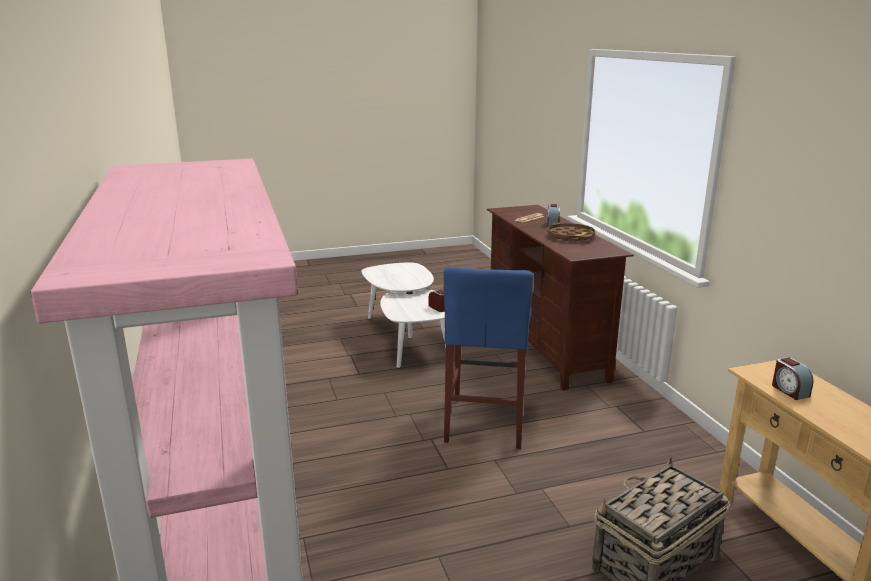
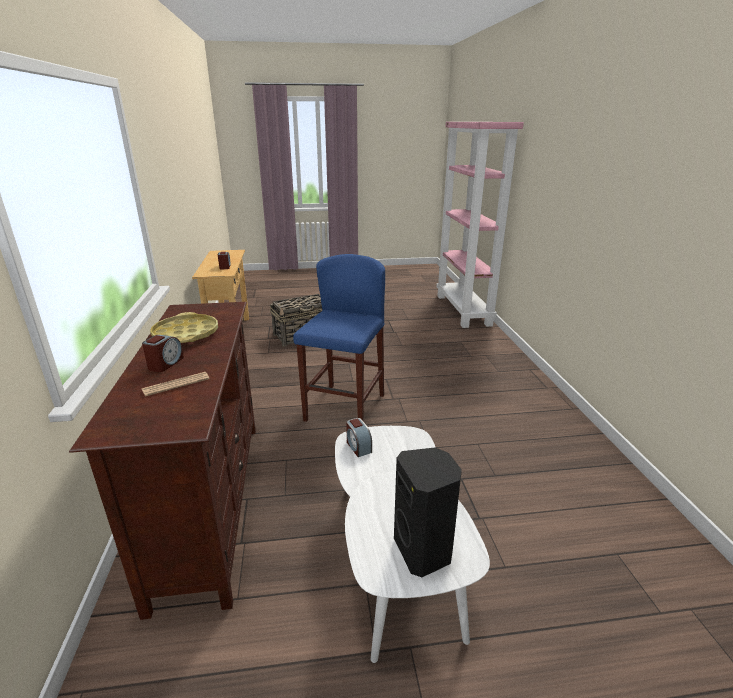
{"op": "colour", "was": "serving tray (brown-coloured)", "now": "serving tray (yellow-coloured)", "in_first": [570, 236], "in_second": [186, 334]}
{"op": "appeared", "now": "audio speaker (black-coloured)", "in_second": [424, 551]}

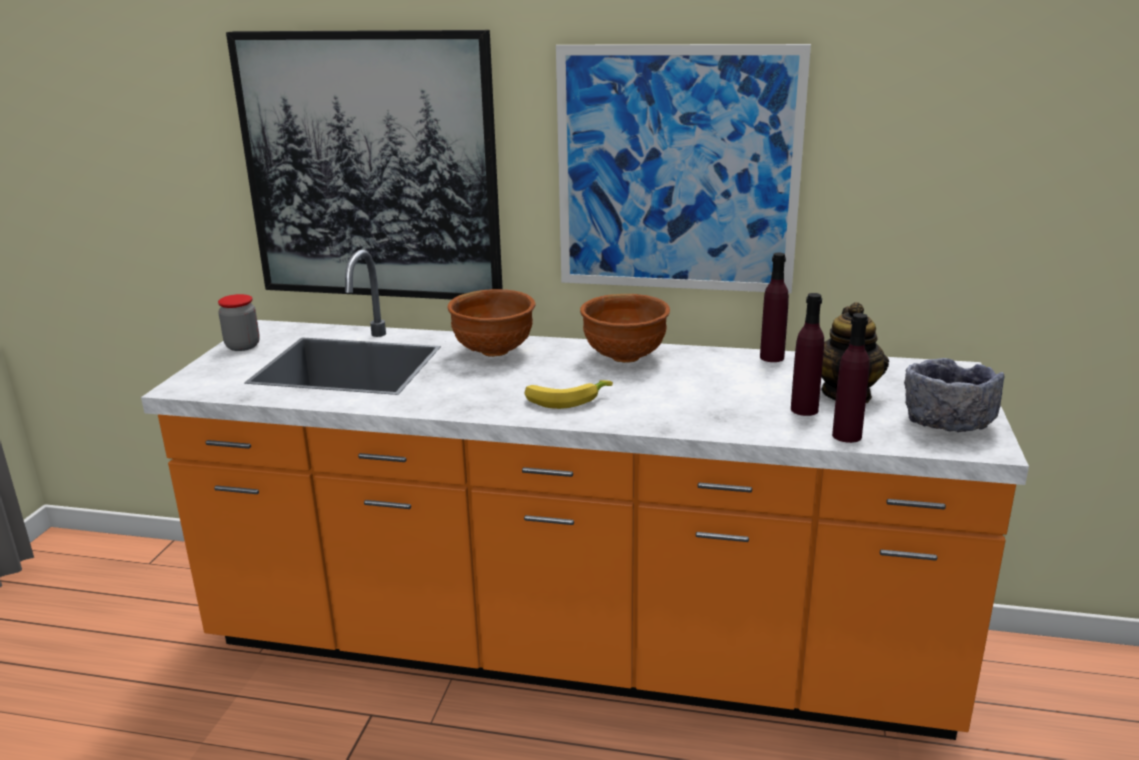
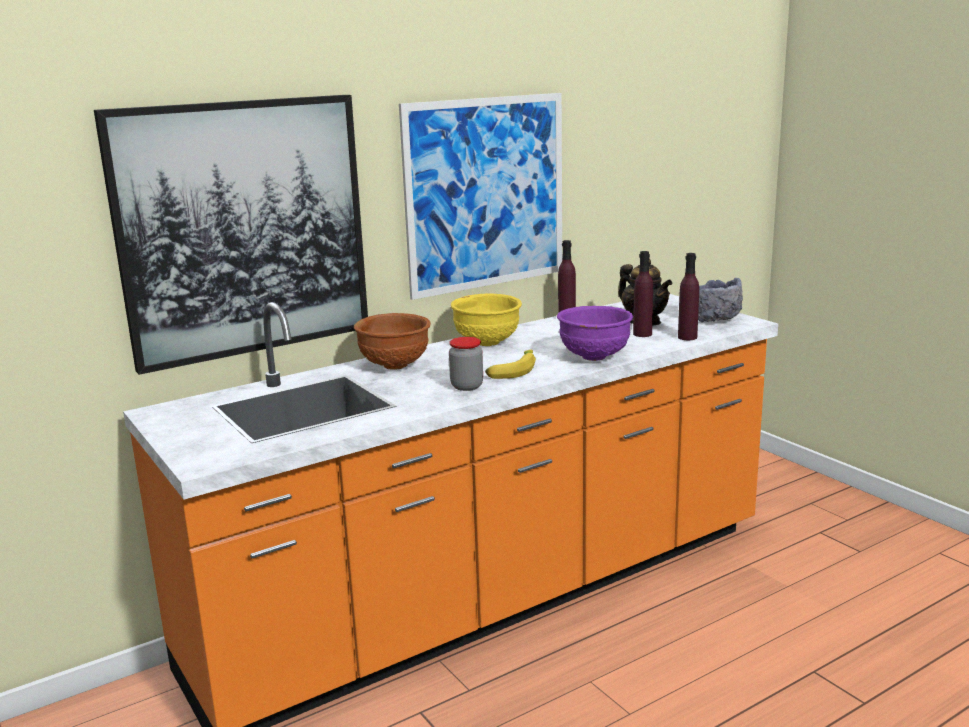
{"op": "relocated", "was": "jar", "in_first": [243, 346], "in_second": [466, 386]}
{"op": "colour", "was": "deep dish (brown-coloured)", "now": "deep dish (yellow-coloured)", "in_first": [624, 357], "in_second": [487, 343]}
{"op": "appeared", "now": "deep dish (purple-coloured)", "in_second": [595, 357]}

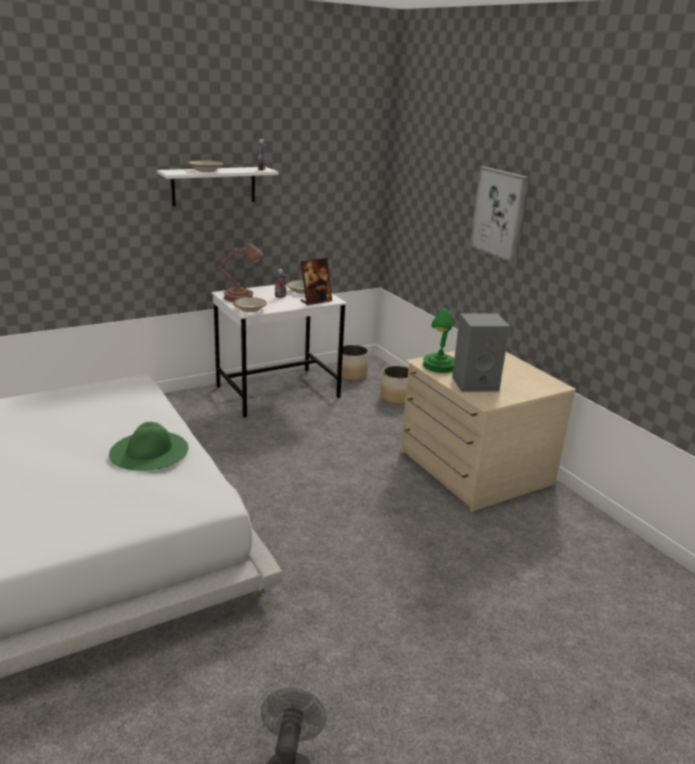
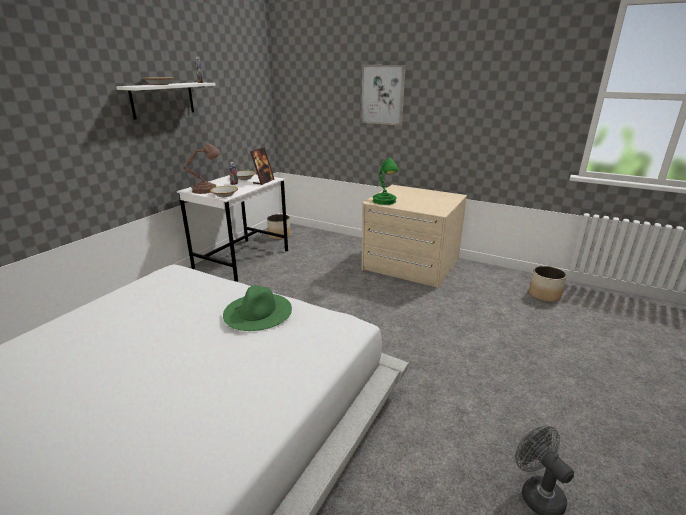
{"op": "relocated", "was": "planter", "in_first": [396, 397], "in_second": [544, 295]}
{"op": "missing", "was": "audio speaker (gray)", "in_first": [476, 383]}

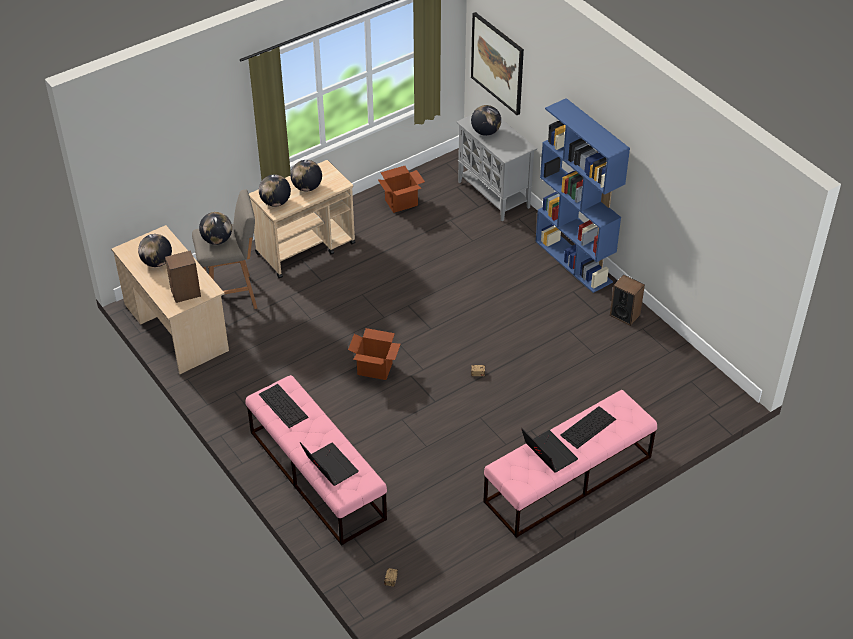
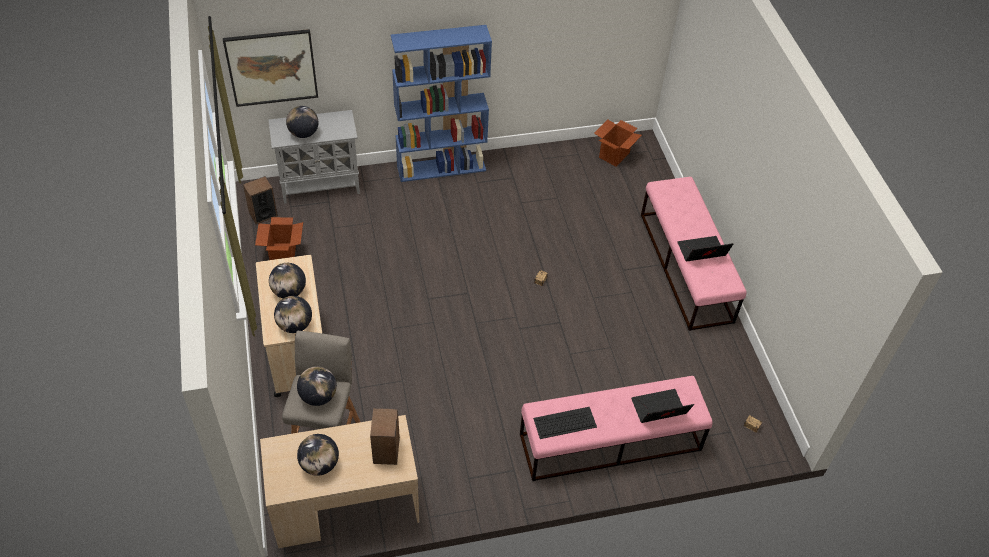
{"op": "relocated", "was": "carton", "in_first": [375, 369], "in_second": [614, 155]}
{"op": "missing", "was": "keyboard", "in_first": [588, 427]}
{"op": "relocated", "was": "audio speaker", "in_first": [625, 315], "in_second": [263, 214]}

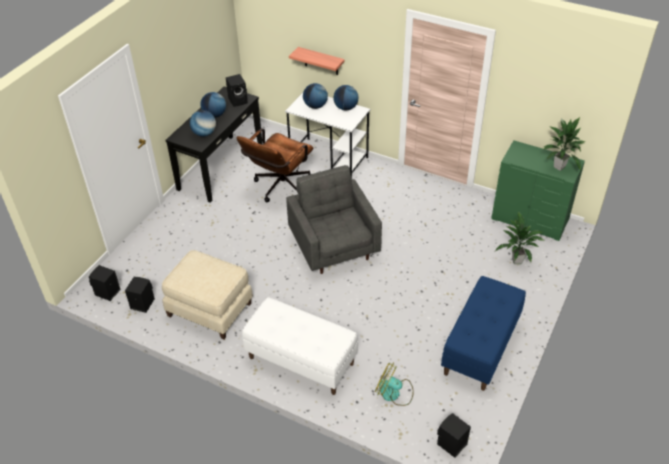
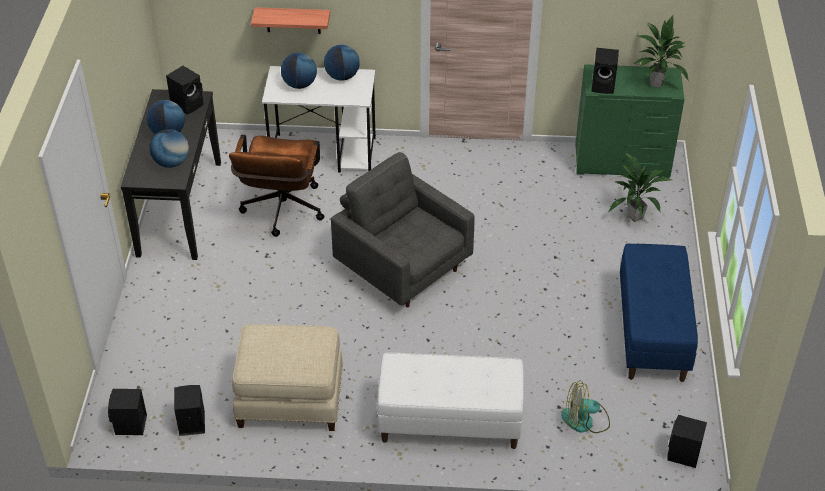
{"op": "appeared", "now": "audio speaker (black-coloured)", "in_second": [604, 85]}

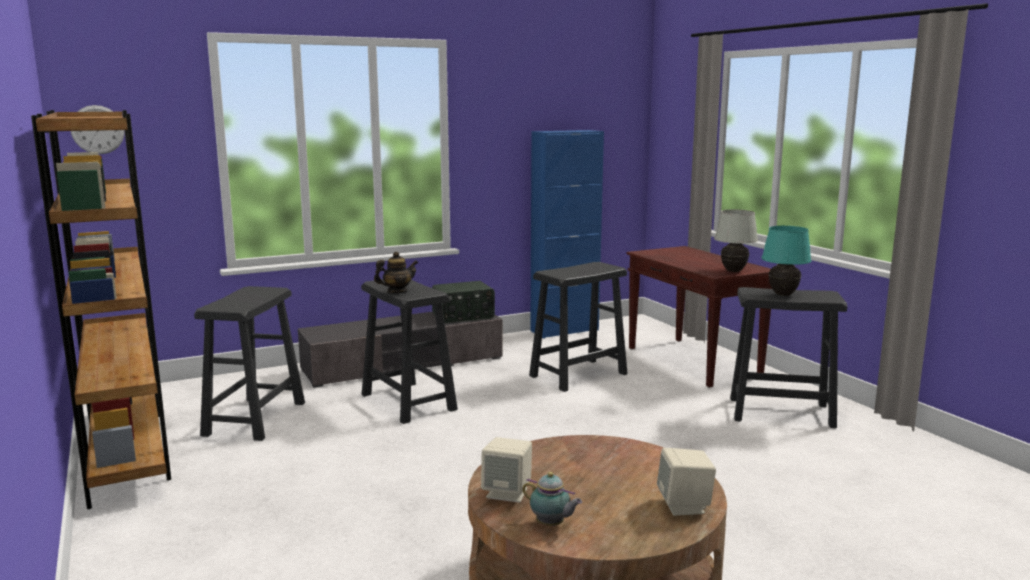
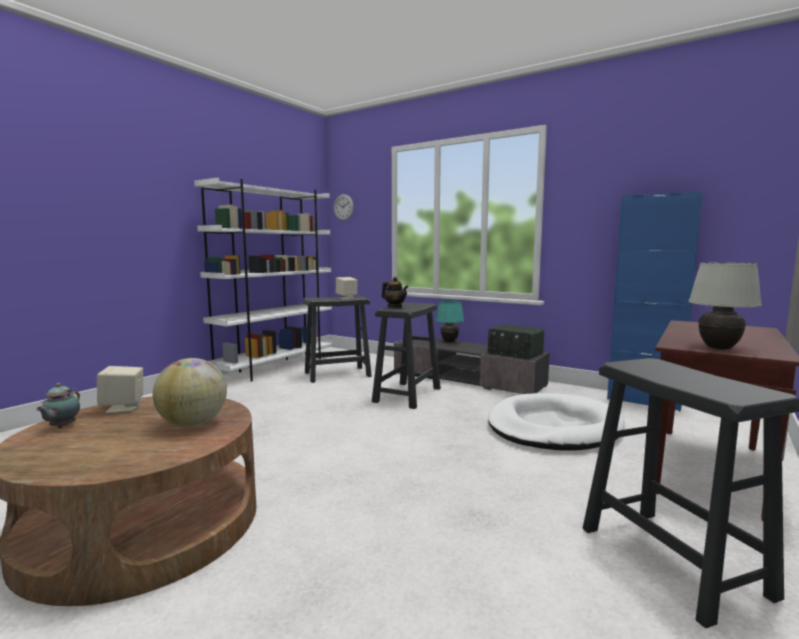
{"op": "colour", "was": "bookcase (brown-coloured)", "now": "bookcase (whitish)", "in_first": [127, 451], "in_second": [276, 367]}
{"op": "exchanged", "was": "stool seat (black-coloured)", "now": "dog cushion (whitish)", "in_first": [577, 375], "in_second": [553, 427]}
{"op": "relocated", "was": "audio speaker (sand-coloured)", "in_first": [684, 506], "in_second": [346, 298]}
{"op": "relocated", "was": "tabletop lamp (turquoise)", "in_first": [783, 294], "in_second": [449, 342]}
{"op": "appeared", "now": "desk globe", "in_second": [193, 424]}

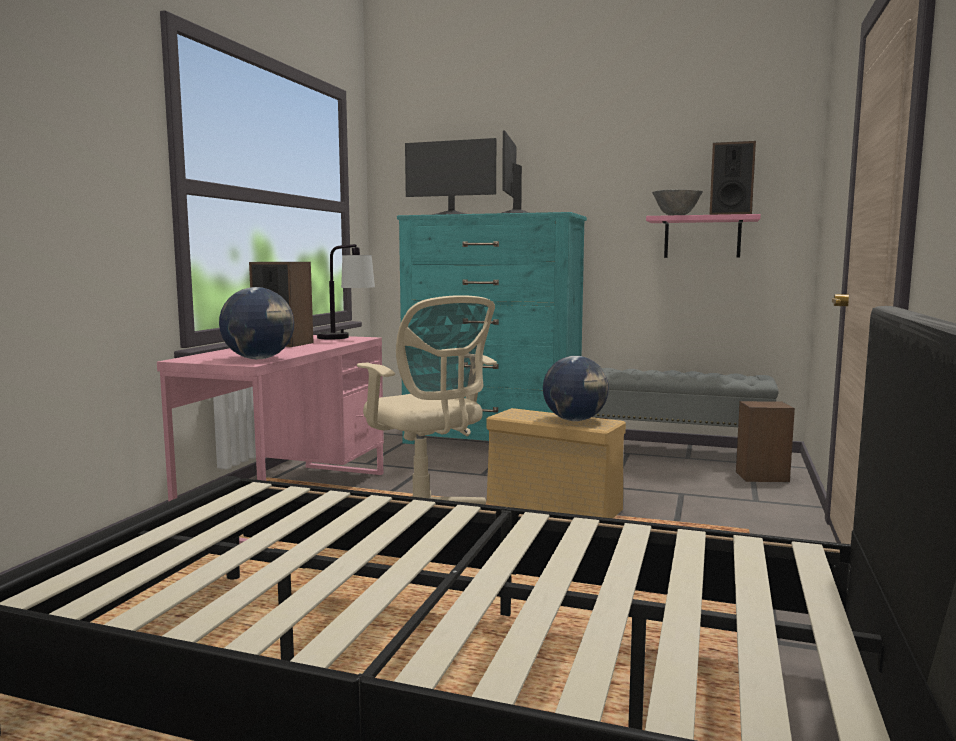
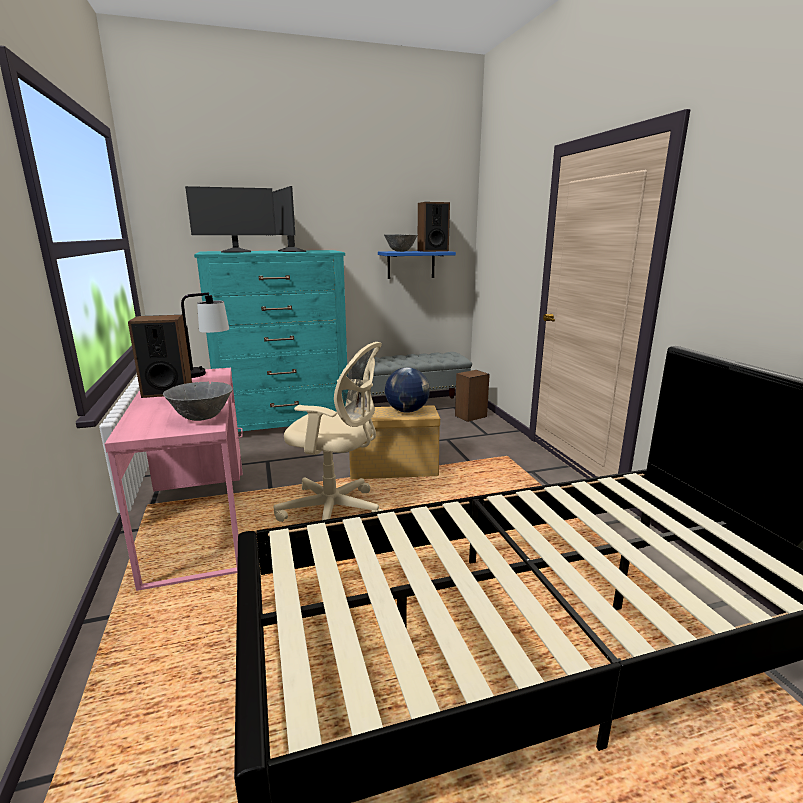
{"op": "exchanged", "was": "desk globe", "now": "deep dish (gray)", "in_first": [259, 359], "in_second": [201, 418]}
{"op": "colour", "was": "shelf (pink)", "now": "shelf (blue)", "in_first": [702, 237], "in_second": [411, 264]}

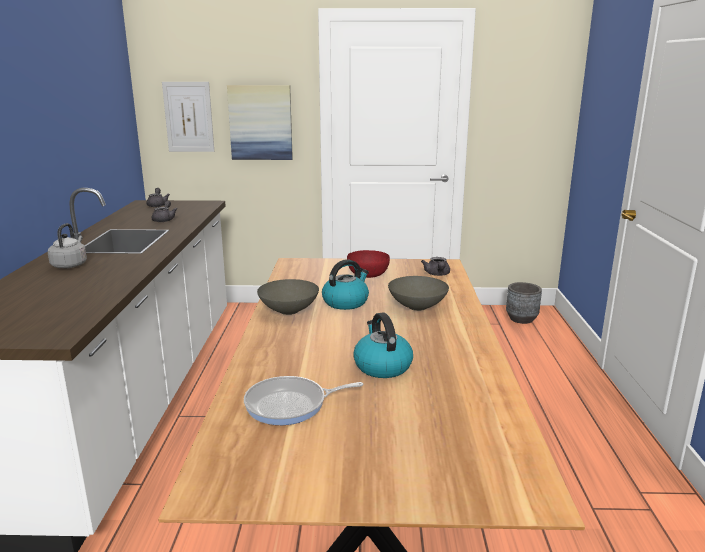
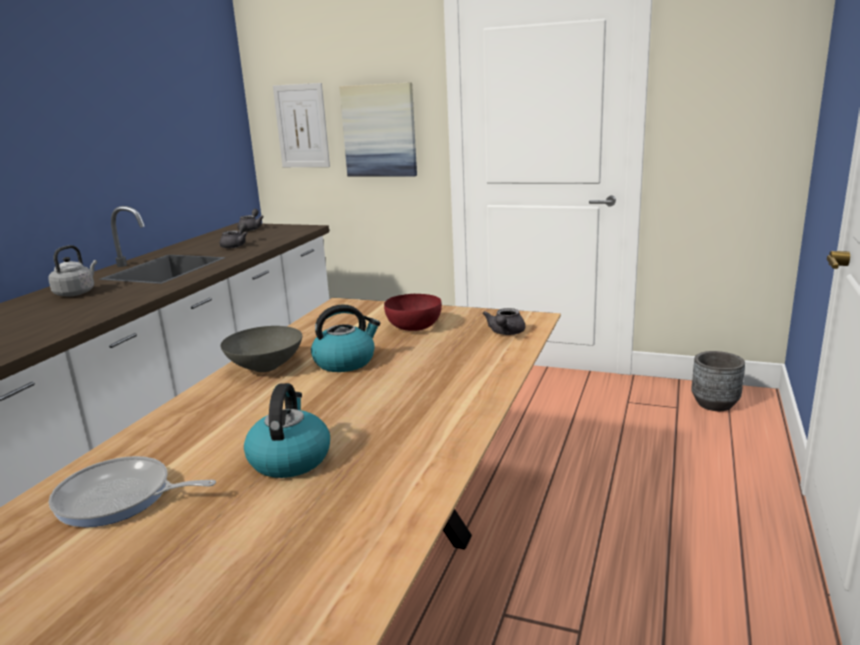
{"op": "missing", "was": "deep dish (gray)", "in_first": [417, 306]}

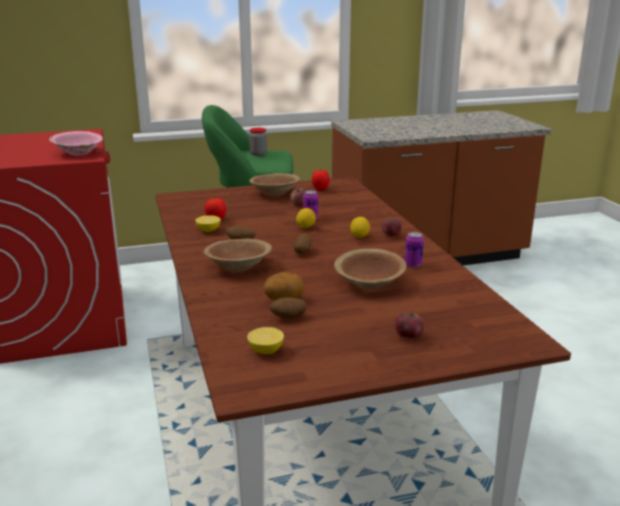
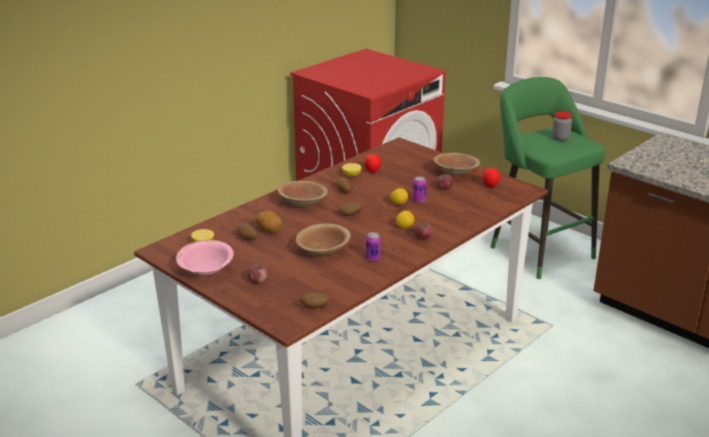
{"op": "relocated", "was": "deep dish (pink)", "in_first": [78, 153], "in_second": [206, 269]}
{"op": "appeared", "now": "spud", "in_second": [315, 307]}

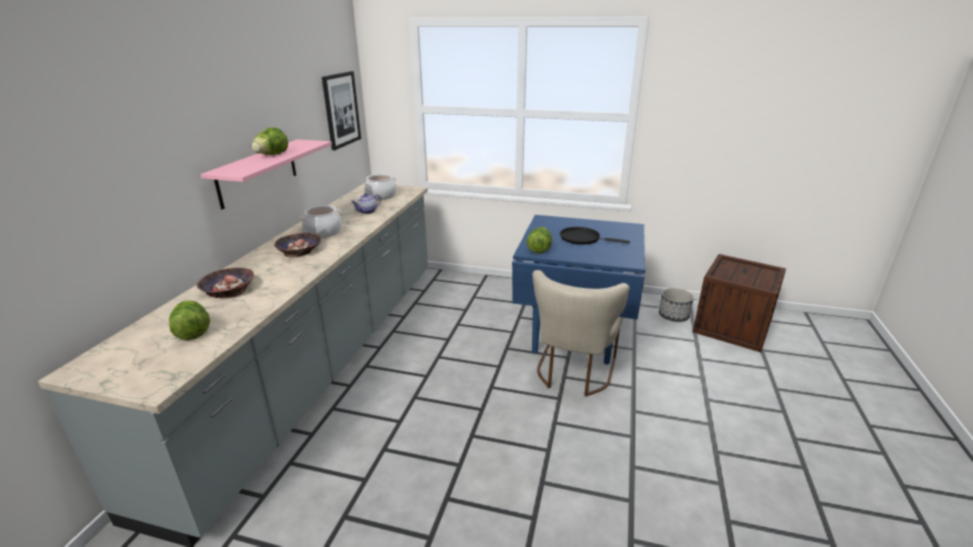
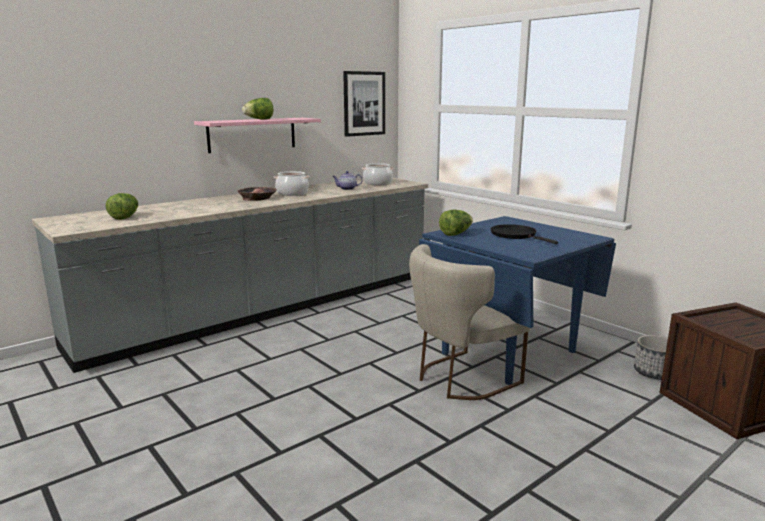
{"op": "missing", "was": "deep dish", "in_first": [228, 289]}

